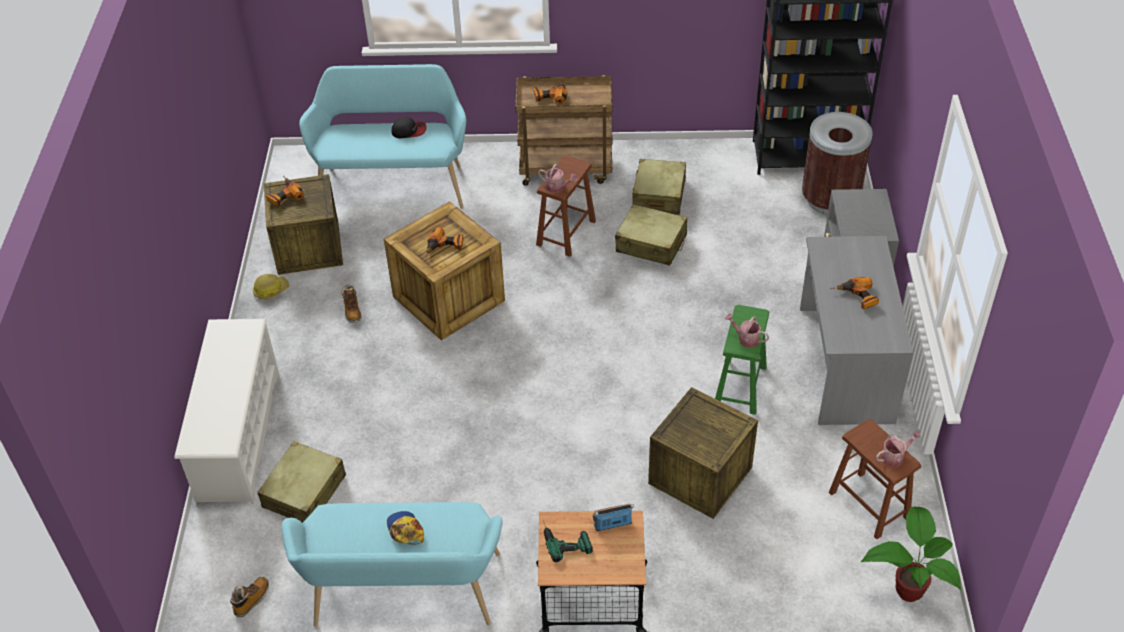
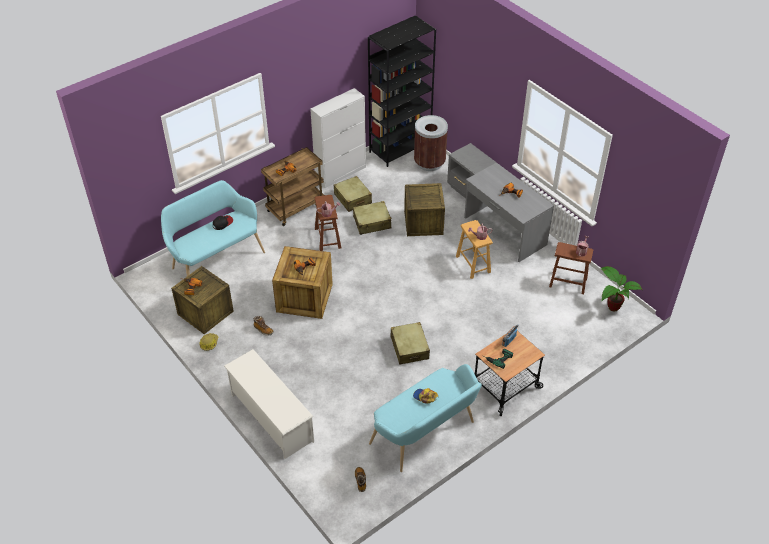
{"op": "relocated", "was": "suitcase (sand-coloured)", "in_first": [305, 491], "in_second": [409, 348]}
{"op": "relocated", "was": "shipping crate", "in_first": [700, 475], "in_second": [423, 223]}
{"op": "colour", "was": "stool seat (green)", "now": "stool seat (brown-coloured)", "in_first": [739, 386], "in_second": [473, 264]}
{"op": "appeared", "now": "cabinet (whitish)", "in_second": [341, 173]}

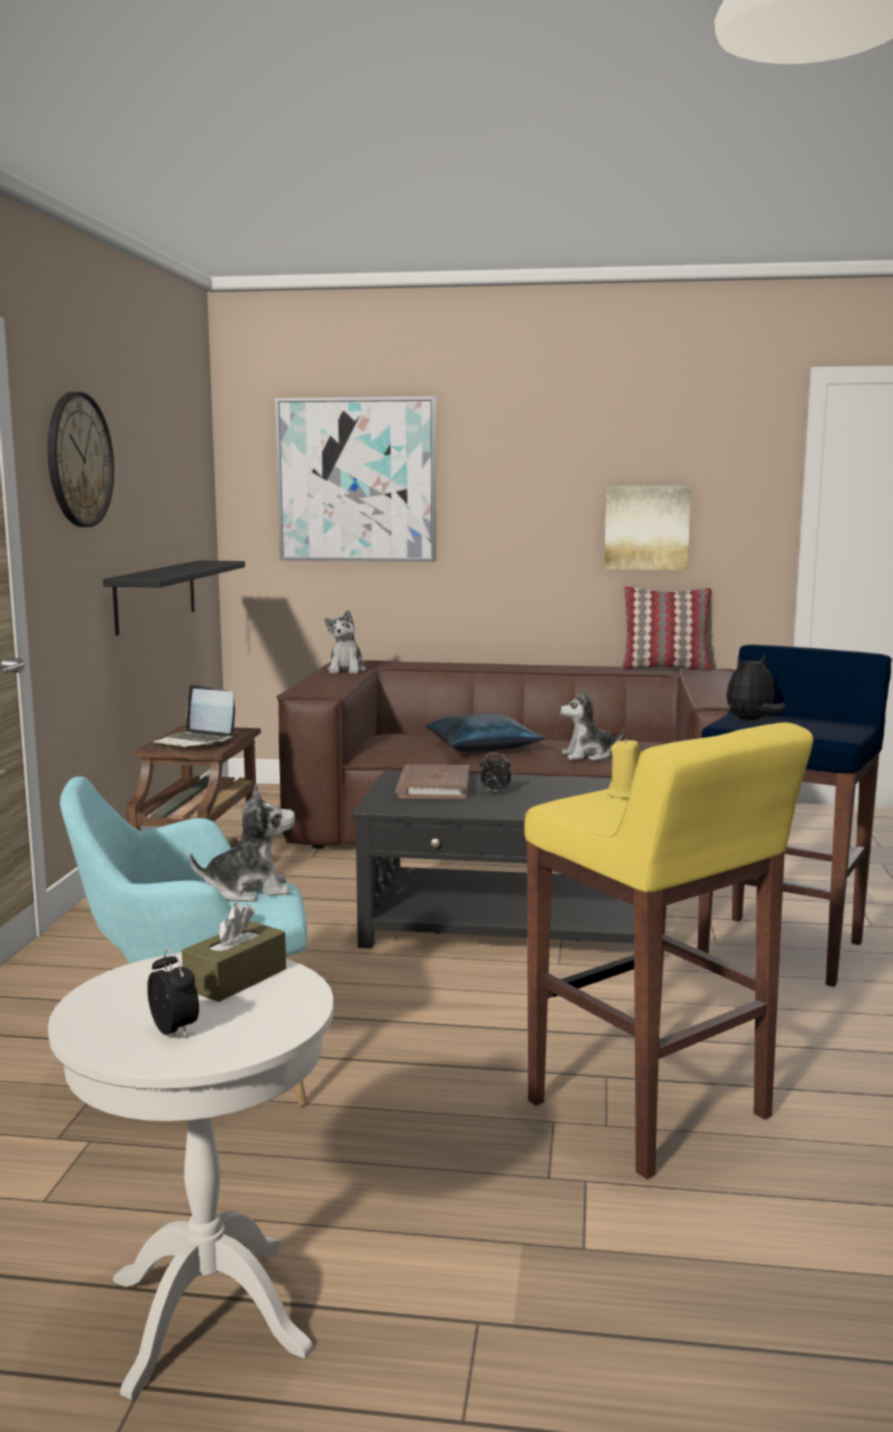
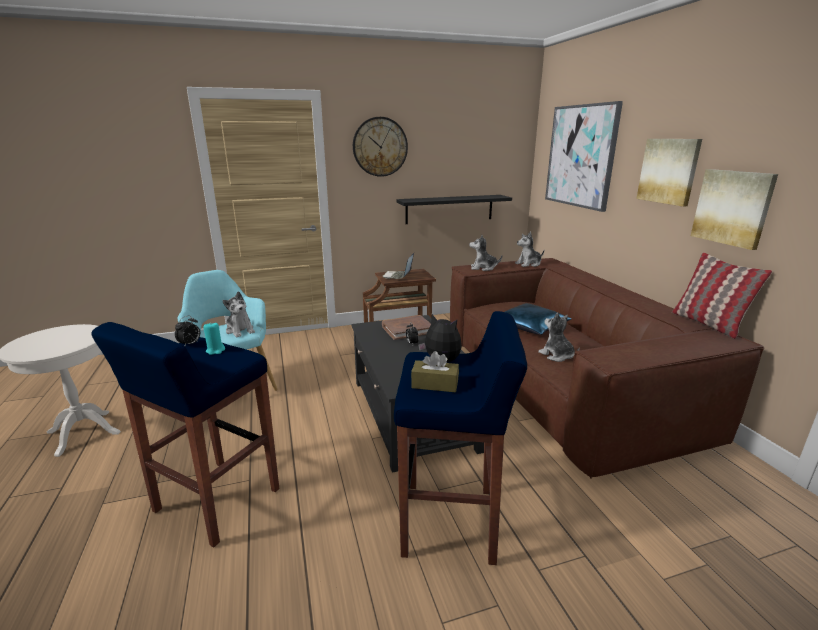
{"op": "relocated", "was": "bedside clock", "in_first": [175, 1031], "in_second": [190, 344]}
{"op": "relocated", "was": "tissue box (brown-coloured)", "in_first": [235, 979], "in_second": [435, 384]}
{"op": "colour", "was": "stool seat (yellow-coloured)", "now": "stool seat (blue)", "in_first": [651, 1112], "in_second": [215, 501]}
{"op": "colour", "was": "wax candle (yellow-coloured)", "now": "wax candle (turquoise)", "in_first": [624, 794], "in_second": [215, 350]}
{"op": "appeared", "now": "plush toy", "in_second": [483, 268]}
{"op": "appeared", "now": "wall picture", "in_second": [668, 171]}

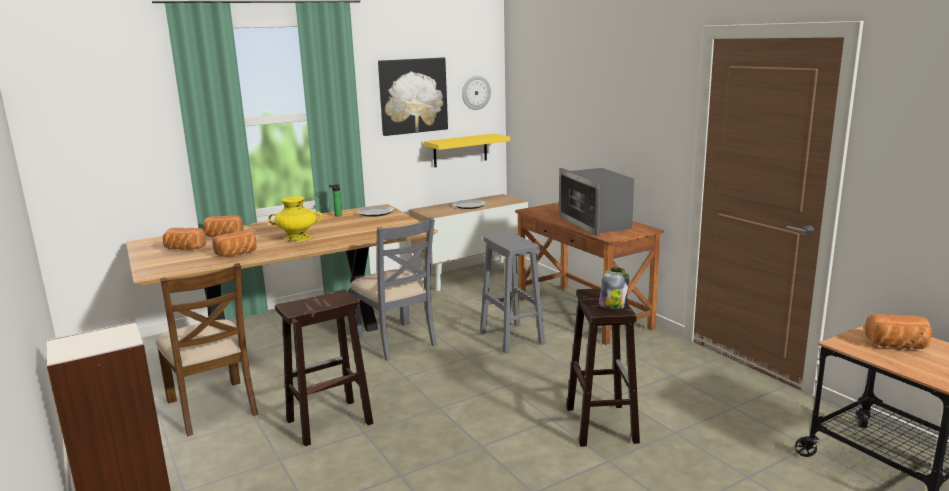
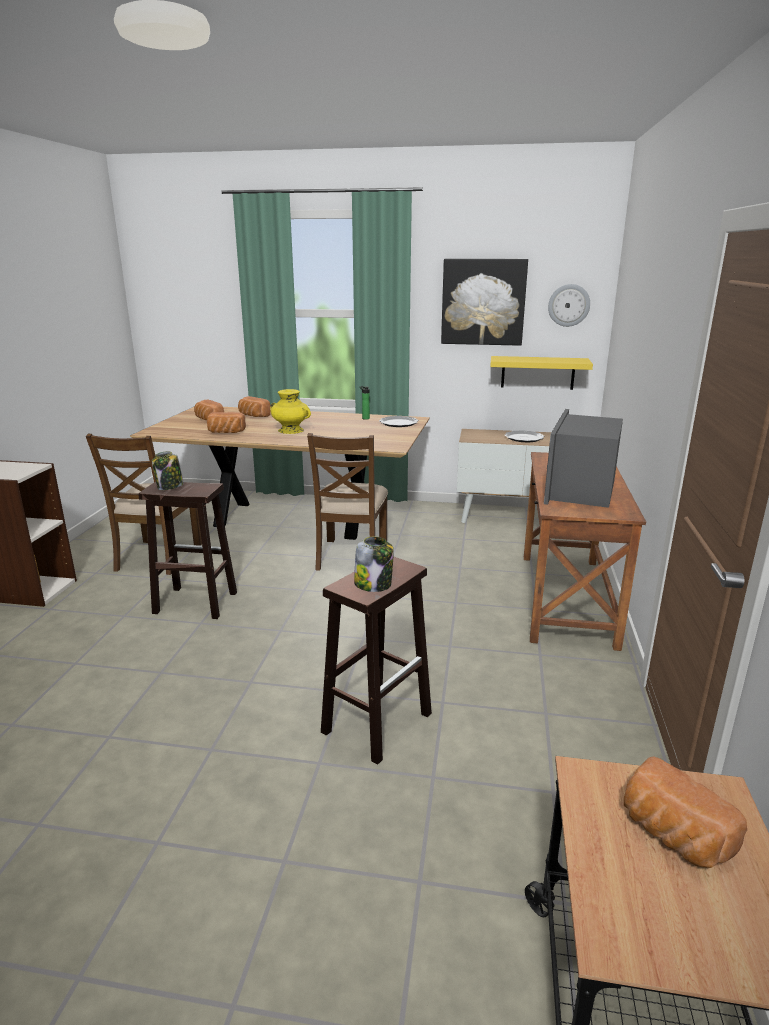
{"op": "colour", "was": "chair (gray)", "now": "chair (brown-coloured)", "in_first": [396, 341], "in_second": [351, 556]}
{"op": "missing", "was": "stool seat (gray)", "in_first": [511, 337]}
{"op": "appeared", "now": "jar", "in_second": [169, 486]}

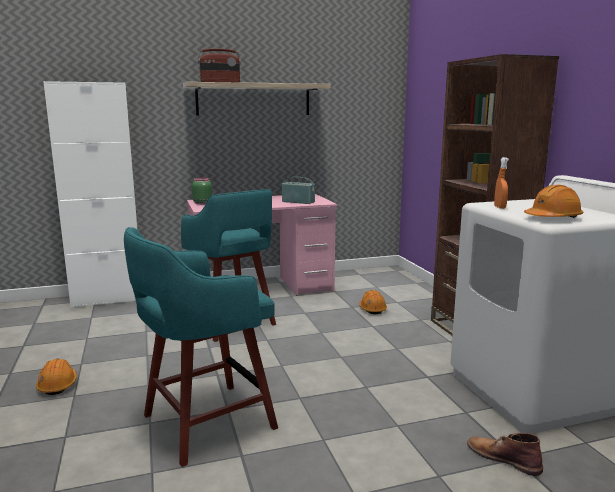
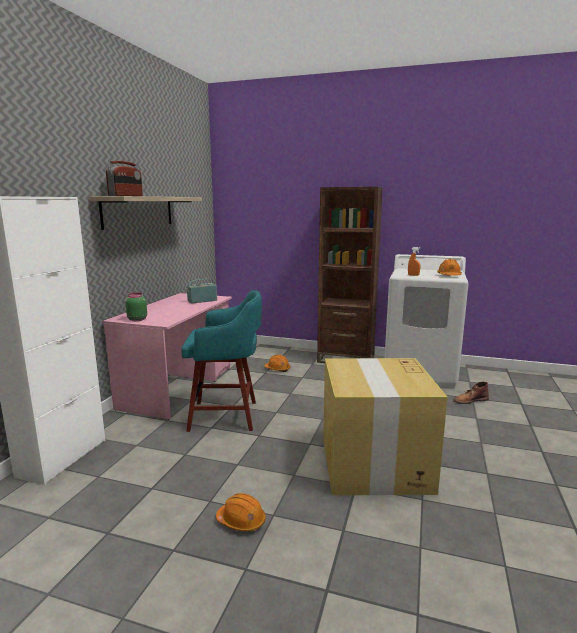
{"op": "exchanged", "was": "stool seat (turquoise)", "now": "carton", "in_first": [205, 423], "in_second": [375, 465]}

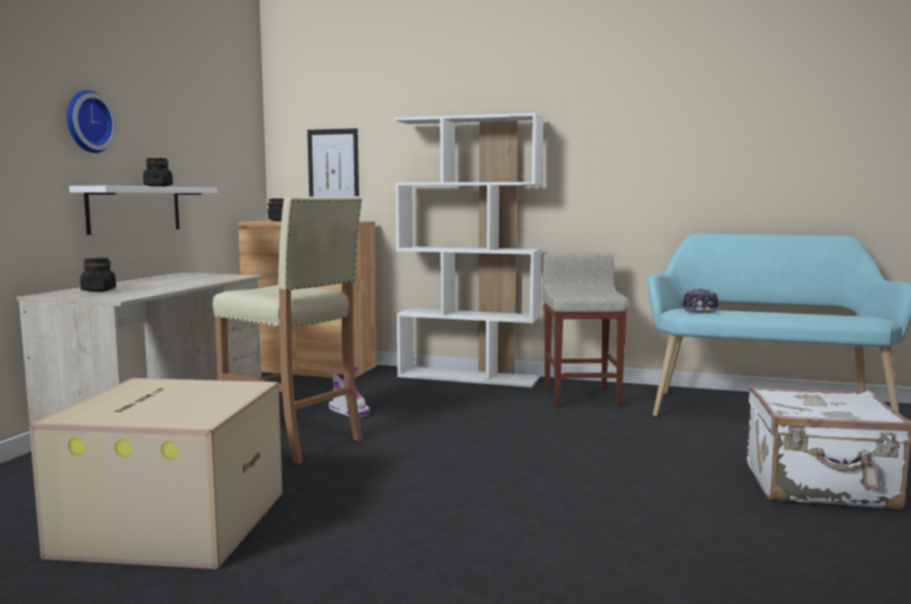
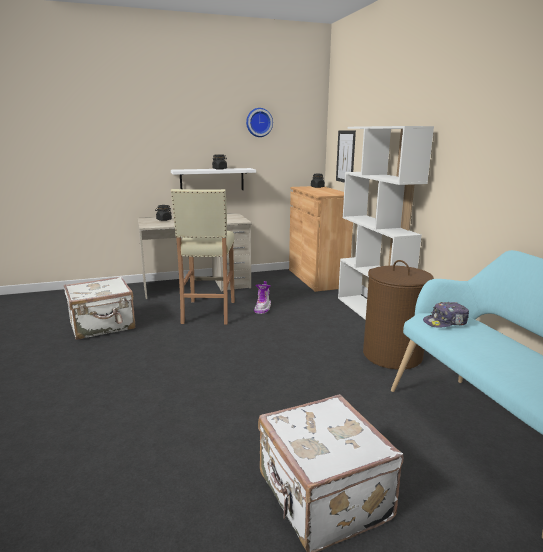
{"op": "exchanged", "was": "carton", "now": "suitcase (whitish)", "in_first": [172, 521], "in_second": [103, 326]}
{"op": "relocated", "was": "wall clock", "in_first": [87, 122], "in_second": [259, 122]}
{"op": "exchanged", "was": "stool seat (sand-coloured)", "now": "washing basket (brown-coloured)", "in_first": [581, 397], "in_second": [392, 355]}

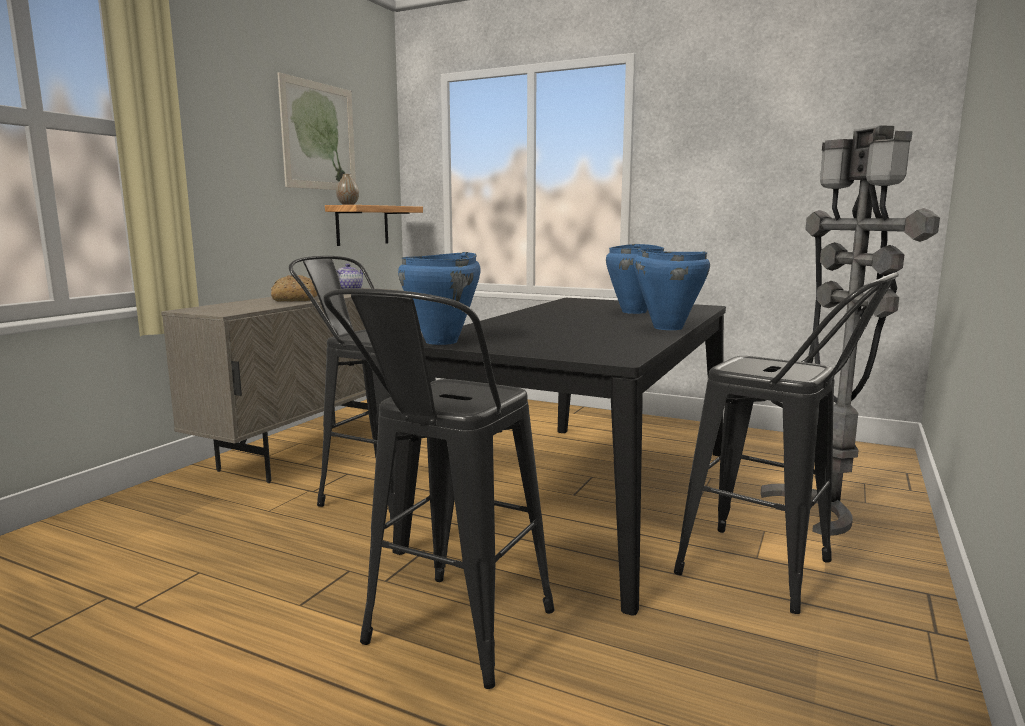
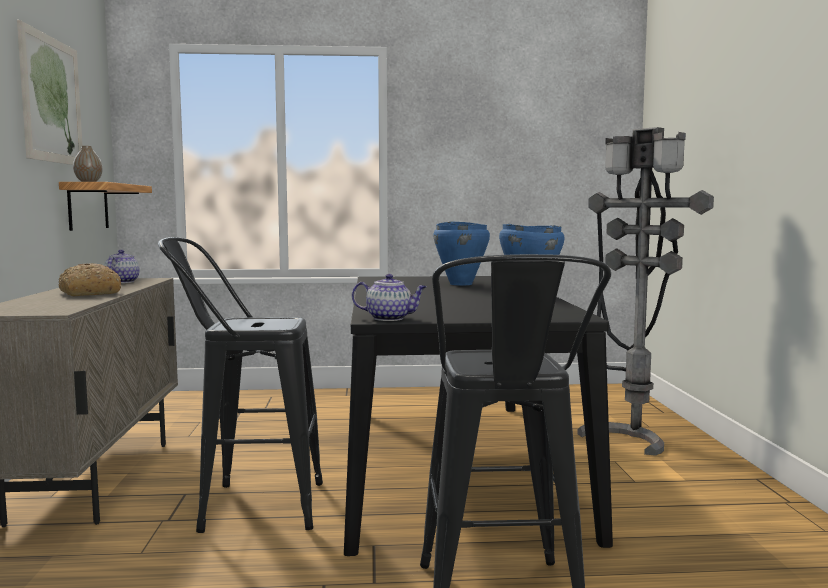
{"op": "exchanged", "was": "cooking pot (blue)", "now": "teapot", "in_first": [442, 342], "in_second": [390, 318]}
{"op": "missing", "was": "stool seat (black-coloured)", "in_first": [772, 573]}

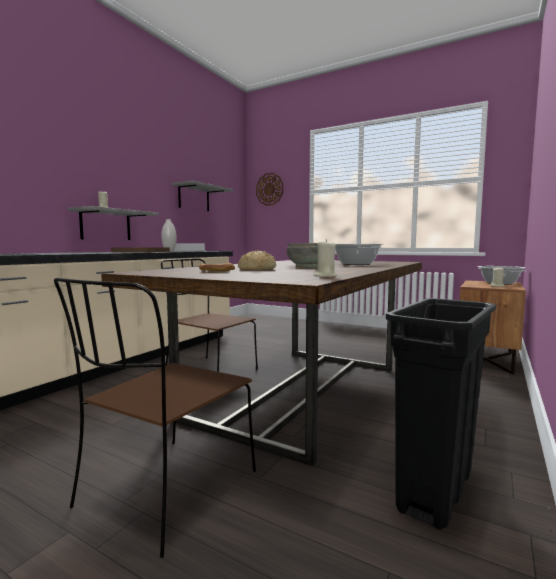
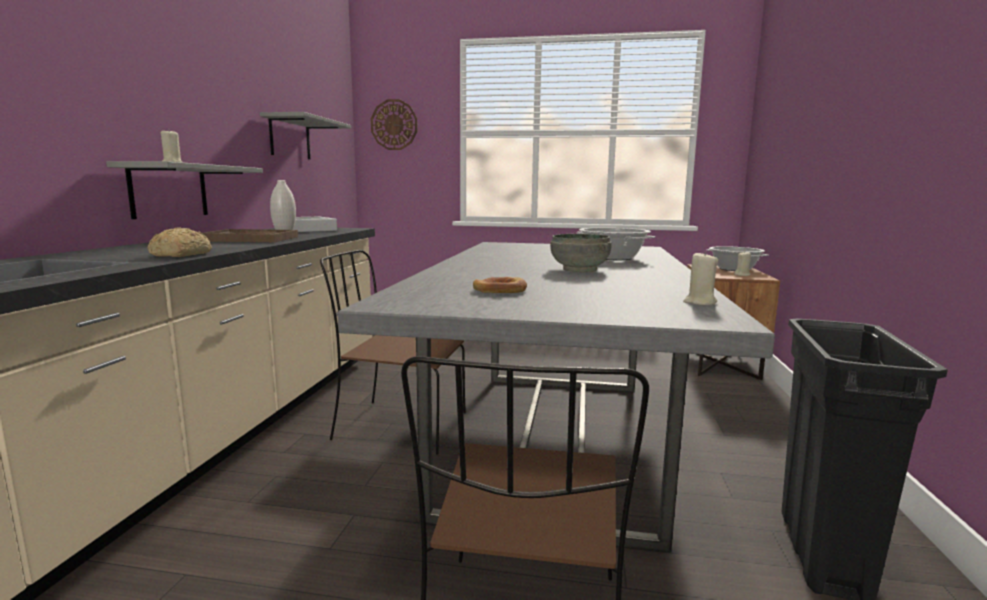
{"op": "colour", "was": "kitchen table (brown-coloured)", "now": "kitchen table (gray)", "in_first": [302, 390], "in_second": [554, 438]}
{"op": "relocated", "was": "baked bread", "in_first": [256, 269], "in_second": [179, 255]}

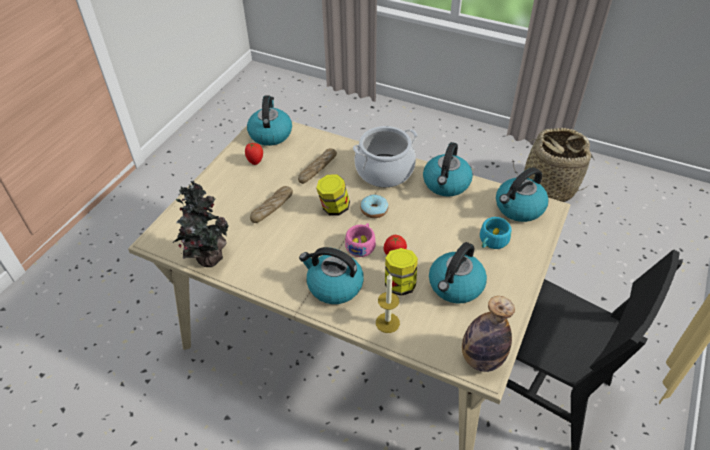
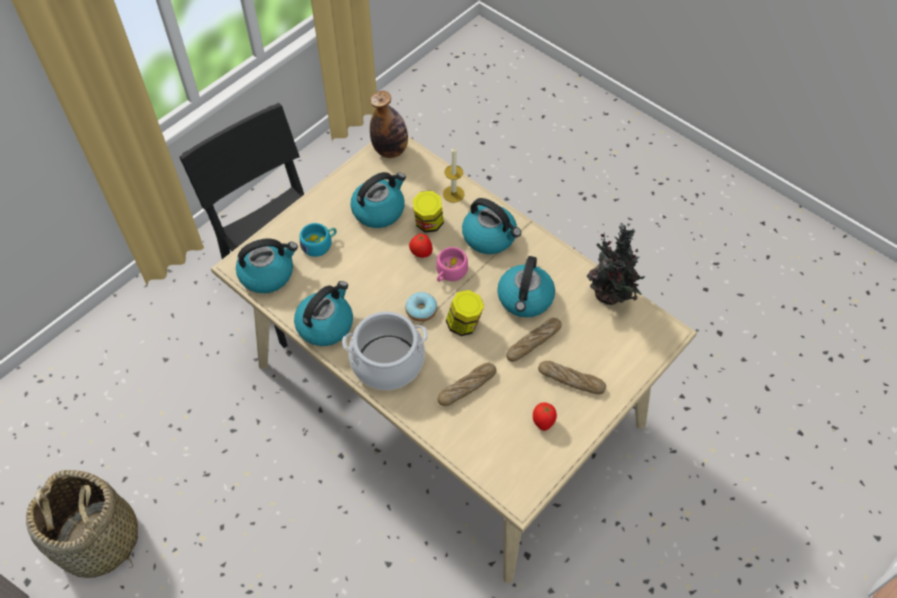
{"op": "relocated", "was": "tea kettle", "in_first": [270, 134], "in_second": [525, 299]}
{"op": "appeared", "now": "baked bread", "in_second": [571, 380]}

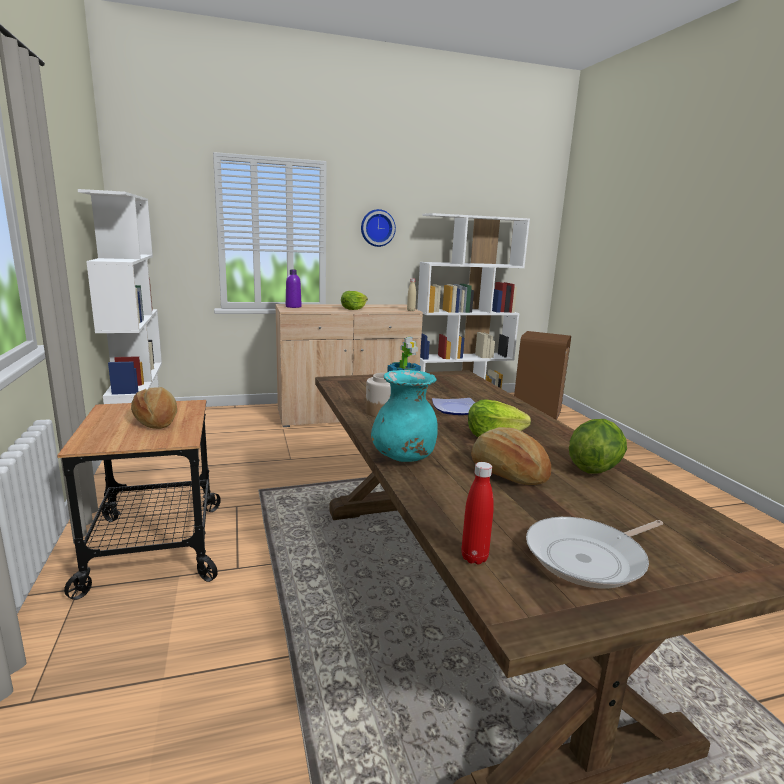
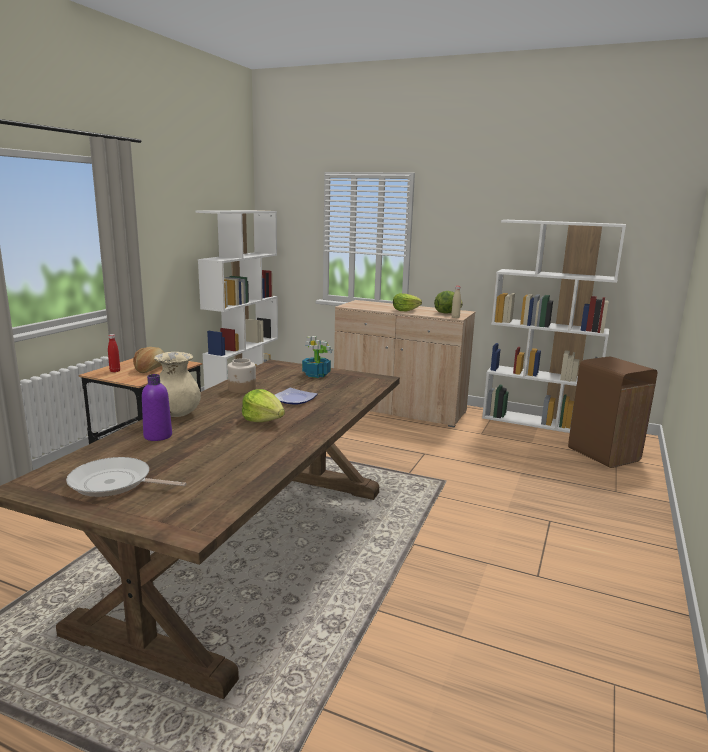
{"op": "relocated", "was": "drink bottle (purple-coloured)", "in_first": [293, 306], "in_second": [158, 436]}
{"op": "missing", "was": "wall clock", "in_first": [377, 228]}
{"op": "colour", "was": "flower vase (turquoise)", "now": "flower vase (sand-coloured)", "in_first": [404, 458], "in_second": [176, 414]}
{"op": "relocated", "was": "drink bottle (reddish)", "in_first": [474, 558], "in_second": [115, 371]}
{"op": "missing", "was": "baked bread", "in_first": [507, 473]}
{"op": "relocated", "was": "lettuce head", "in_first": [594, 468], "in_second": [448, 313]}

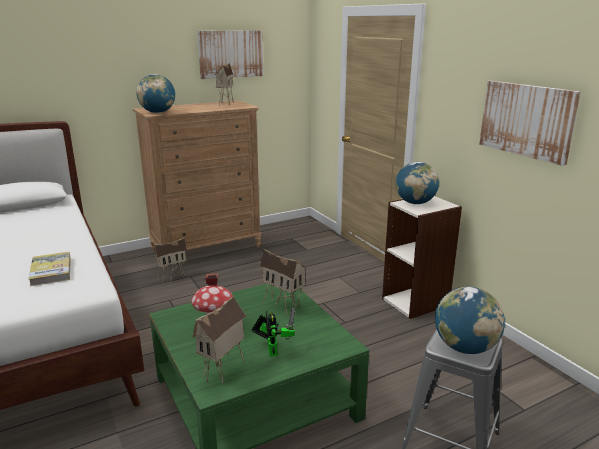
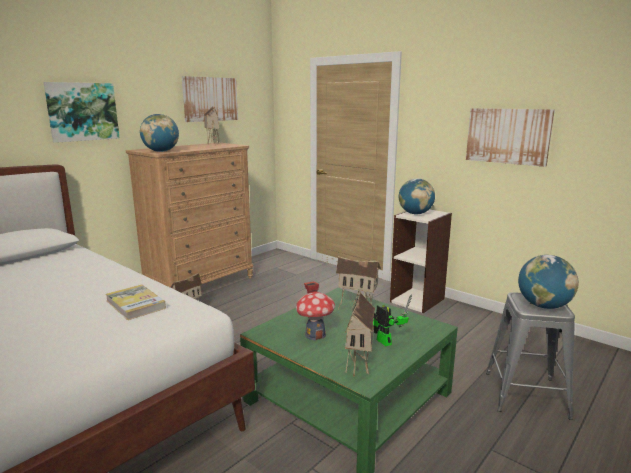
{"op": "appeared", "now": "wall picture", "in_second": [82, 111]}

